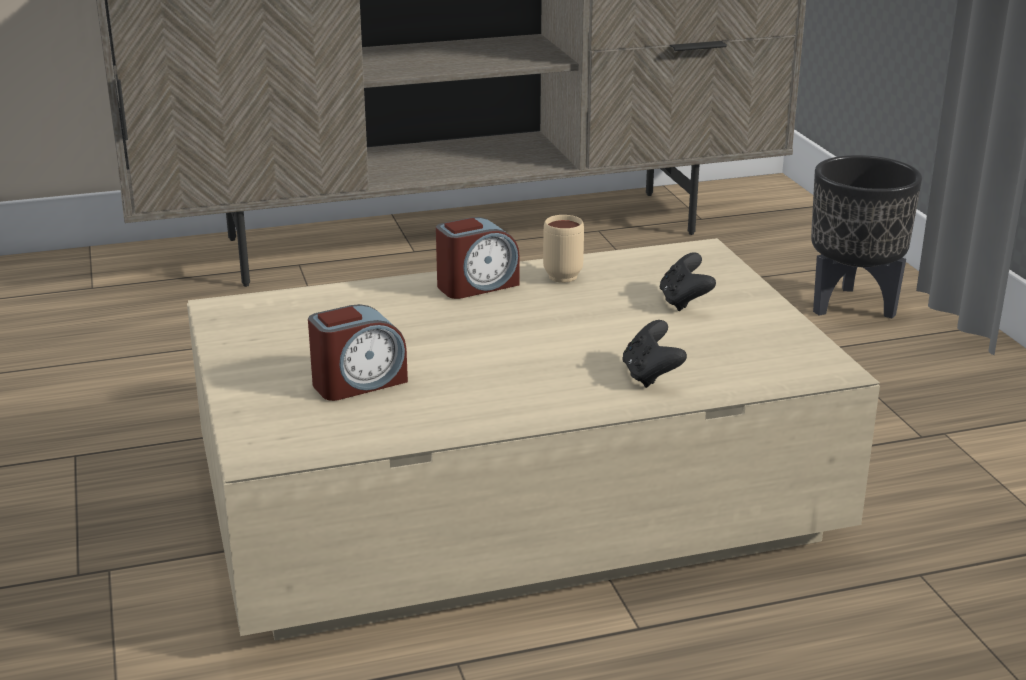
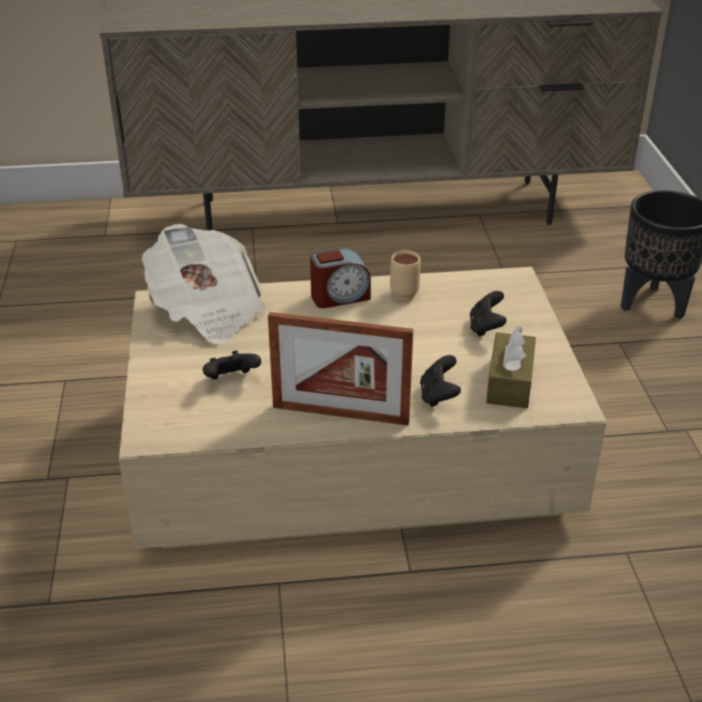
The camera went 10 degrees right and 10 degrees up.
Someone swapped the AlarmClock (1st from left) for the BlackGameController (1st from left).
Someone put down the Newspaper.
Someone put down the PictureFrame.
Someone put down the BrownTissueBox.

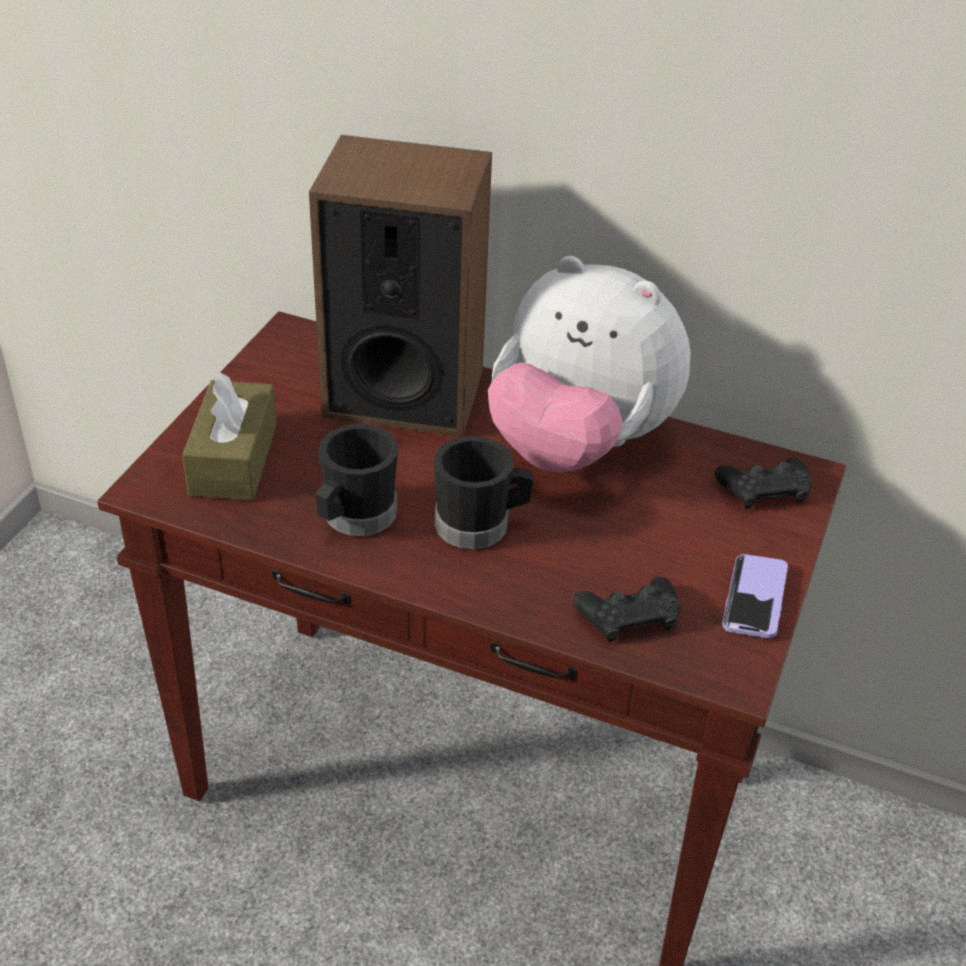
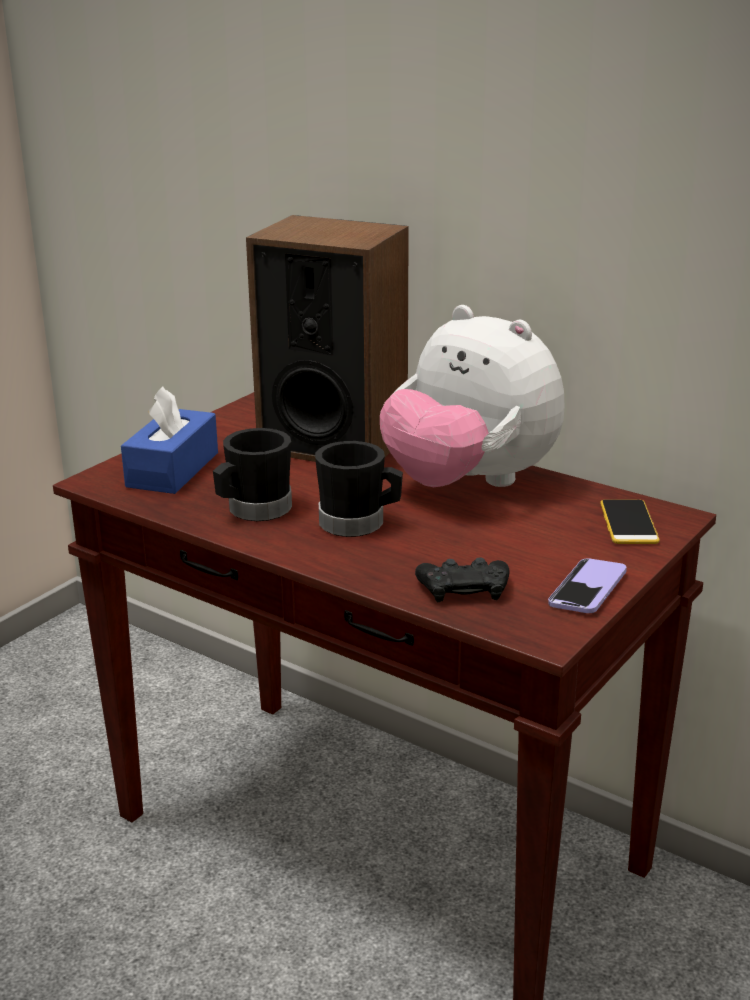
The camera went 15 degrees right and 15 degrees down.
Someone repainted the BrownTissueBox, which became the BlueTissueBox.
Someone swapped the BlackGameController (2nd from left) for the Phone (2nd from left).

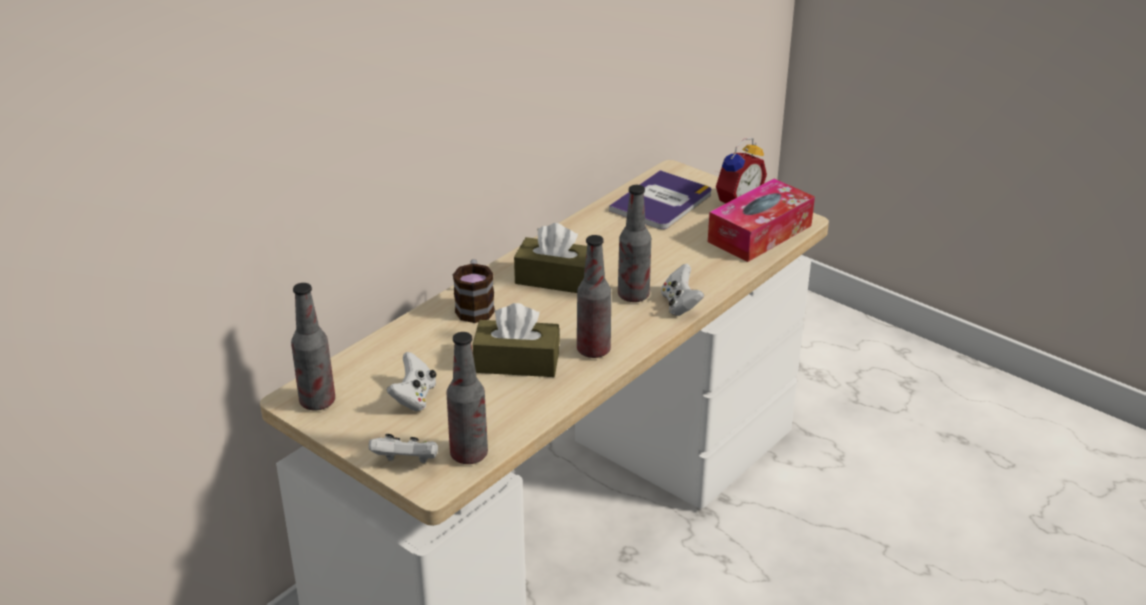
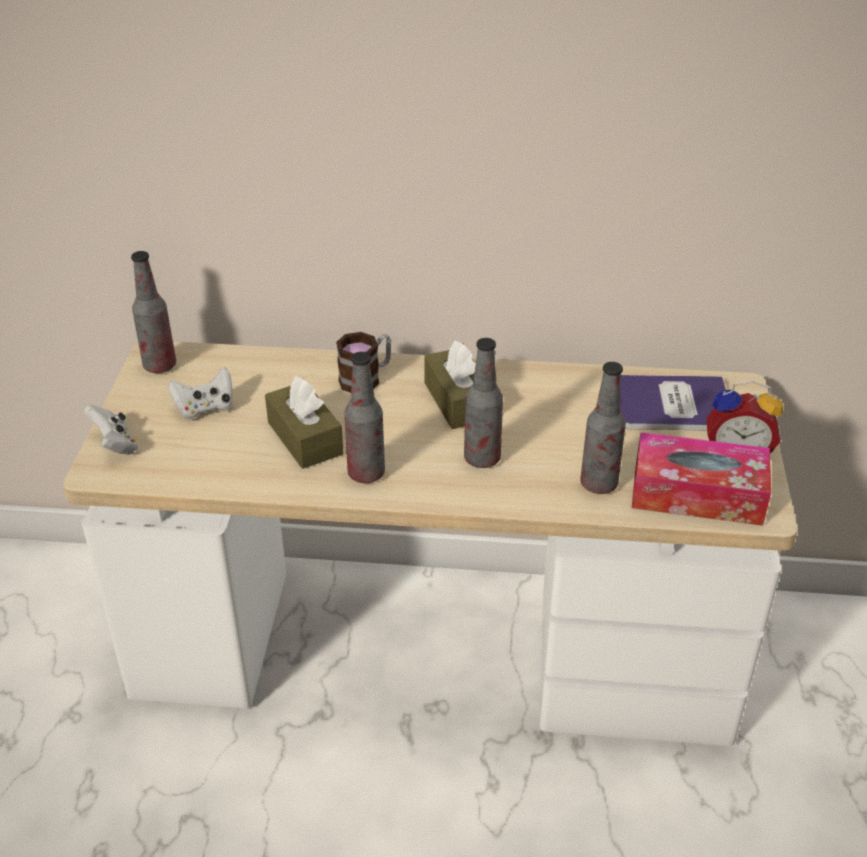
The camera went 55 degrees right and 5 degrees up.
Someone took away the WhiteGameController (3rd from left).
Someone carried the Bottle (2nd from left in the first image).

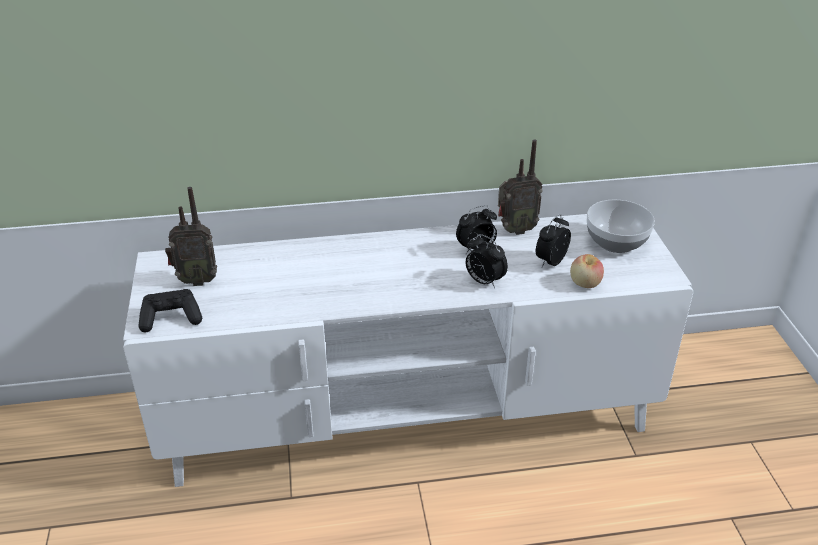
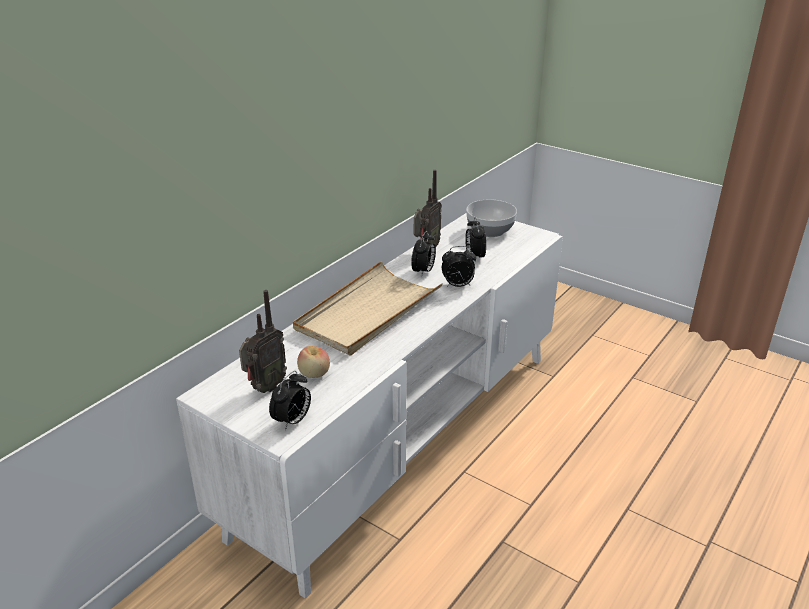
The camera went 45 degrees left and 5 degrees down.
Someone carried the Apple.
Someone swapped the BlackGameController for the AlarmClock (1st from left).
Someone put down the BeigeTray.

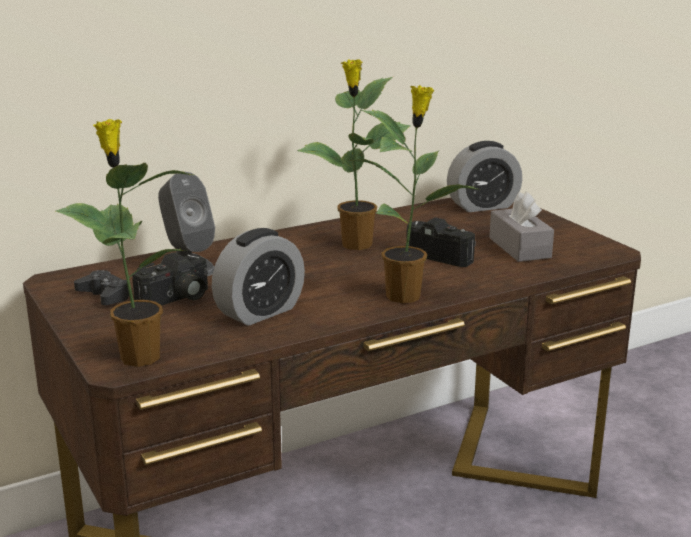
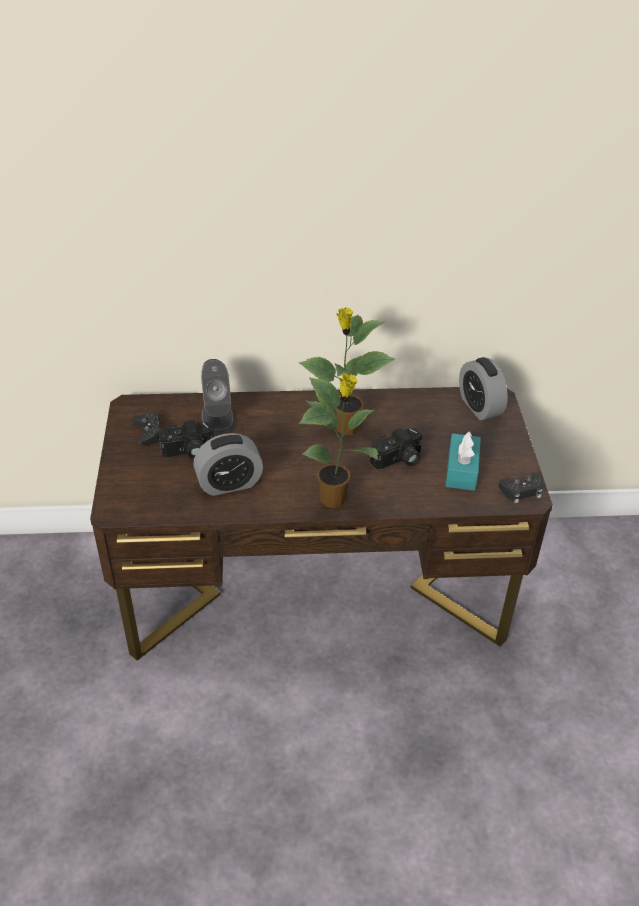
The camera went 25 degrees right and 20 degrees up.
Someone took away the PottedPlant (1st from left).
Someone rotated the AlarmClock (2nd from left) by 60 degrees clockwise.
Someone repainted the GreyTissueBox, which became the TurquoiseTissueBox.
Someone rotated the PhotoCamera (2nd from left) by 90 degrees clockwise.
Someone put down the BlackGameController (2nd from left).

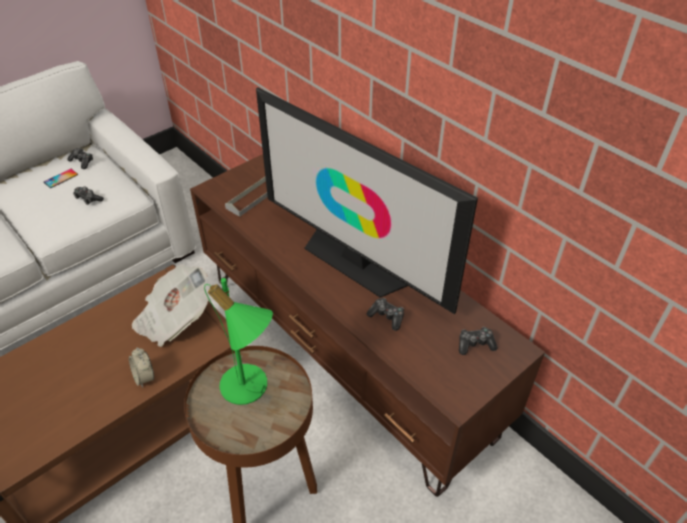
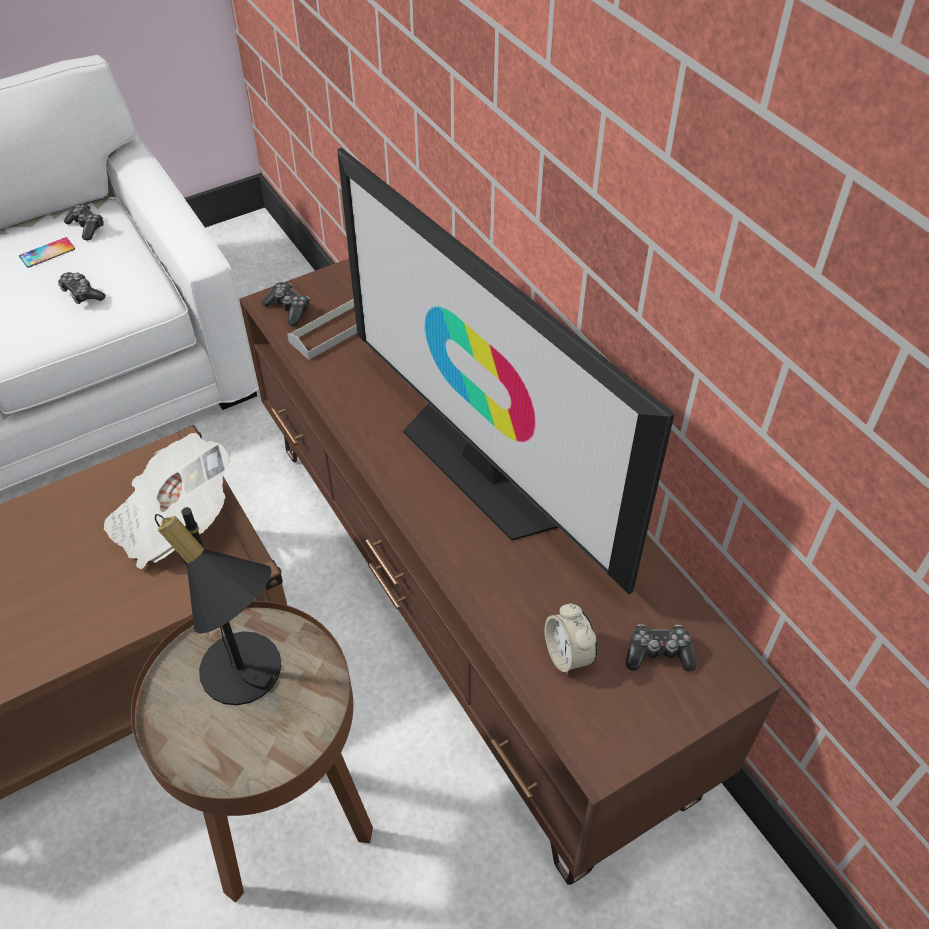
The camera went 10 degrees right and 5 degrees up.
Someone repainted the GreenTableLamp, which became the BlackTableLamp.
Someone carried the GameController (3rd from left).
Someone carried the AlarmClock.

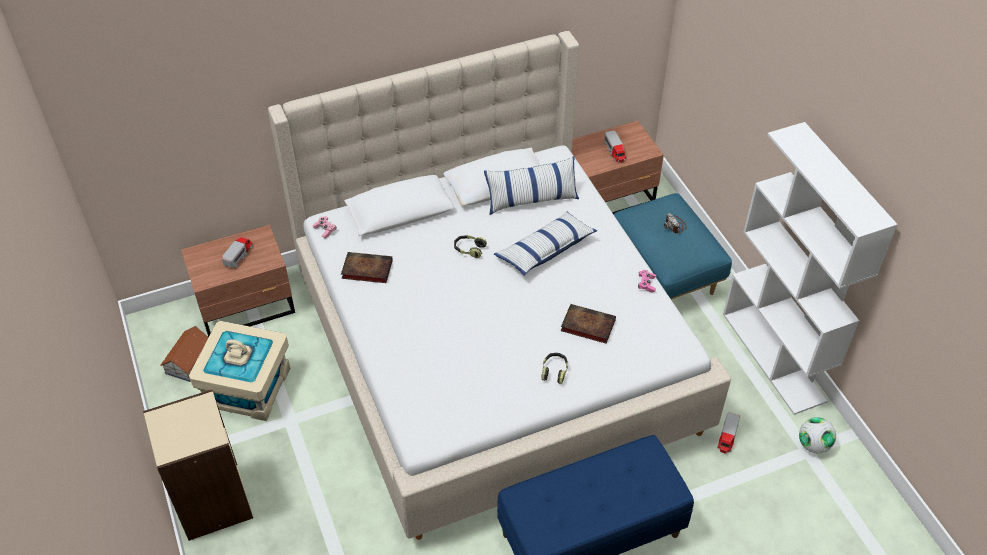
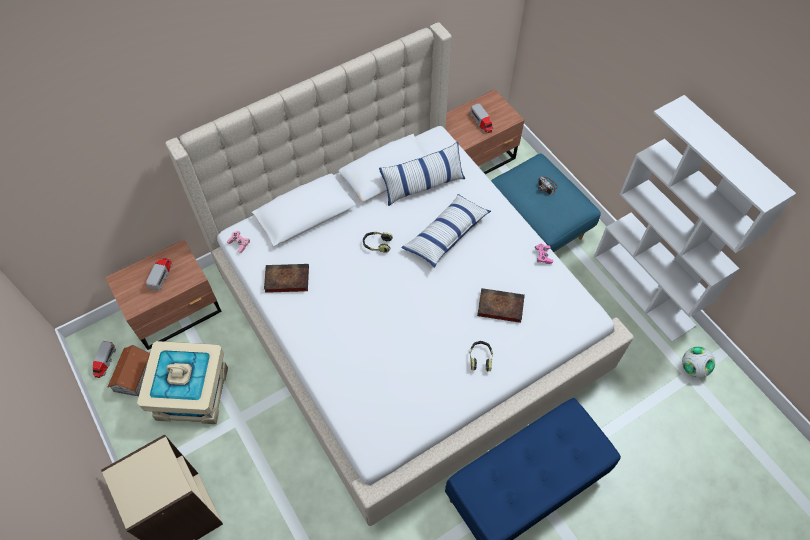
The camera went 10 degrees left and 10 degrees up.
Someone carried the ToyTruck (3rd from left in the first image).

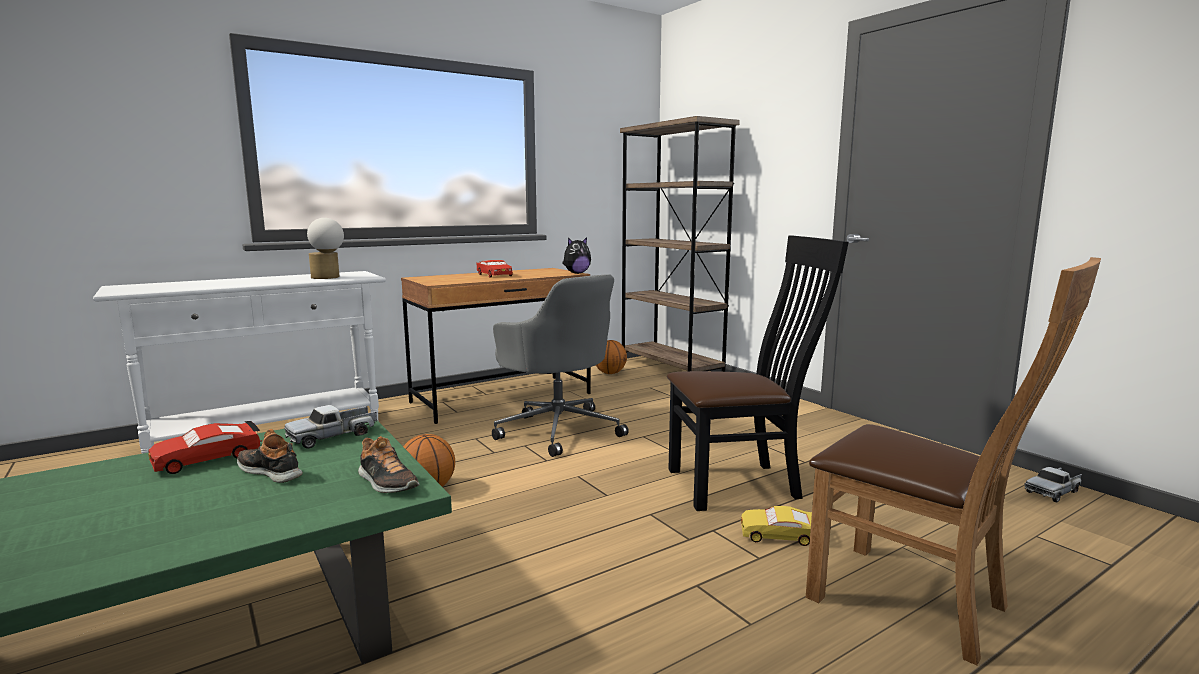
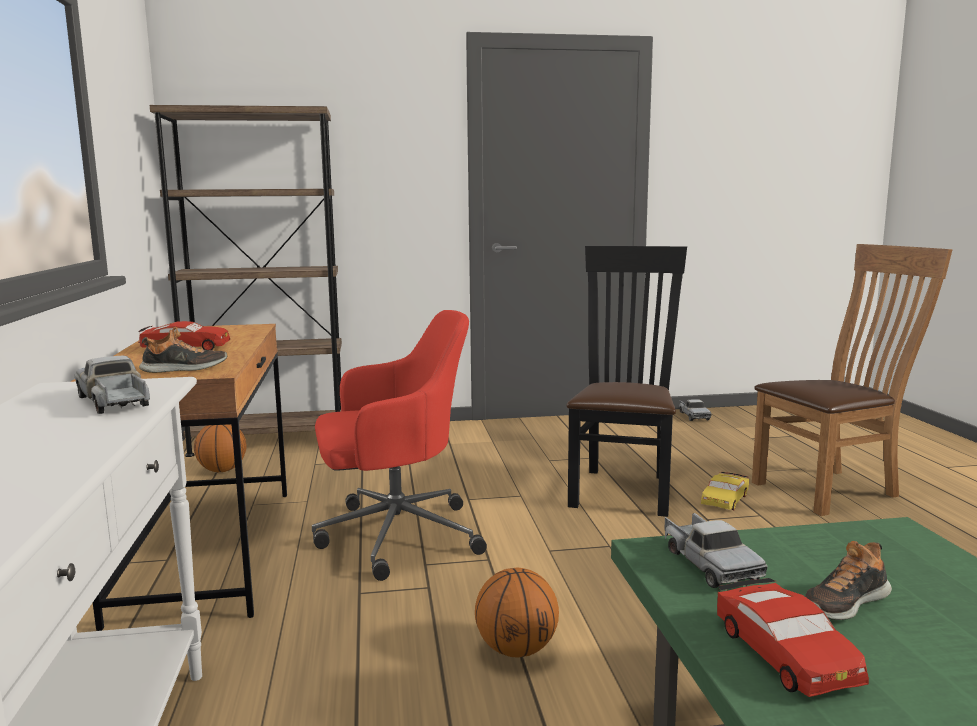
The camera went 65 degrees left and 0 degrees up.
Someone swapped the TableLamp for the ToyTruck (1st from left).
Someone took away the PlushToy.
Someone repainted the GreyOfficeChair, which became the RedOfficeChair.
Someone carried the Shoe (2nd from left in the first image).

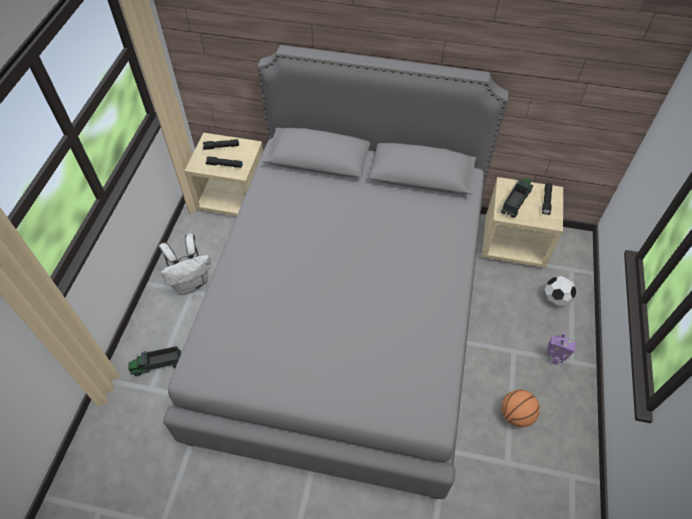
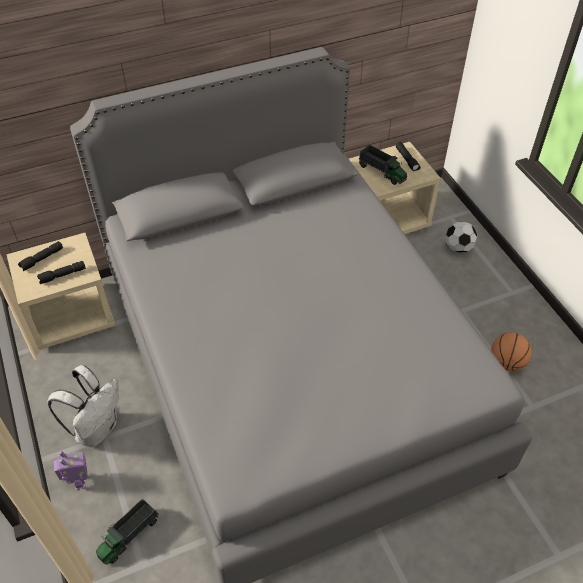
The camera went 35 degrees left and 5 degrees down.
Someone rotated the ToyTruck (2nd from left) by 135 degrees clockwise.
Someone carried the ToyRobot.

